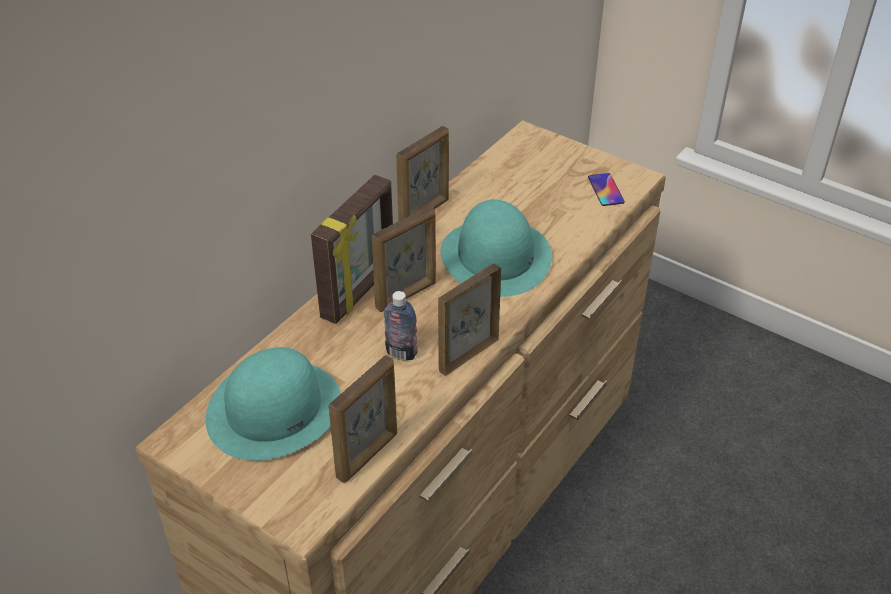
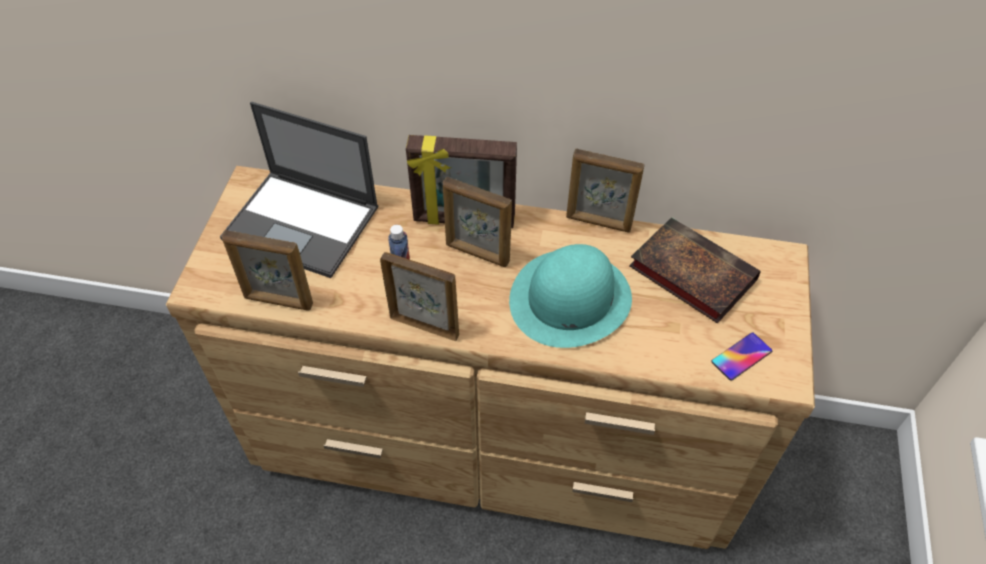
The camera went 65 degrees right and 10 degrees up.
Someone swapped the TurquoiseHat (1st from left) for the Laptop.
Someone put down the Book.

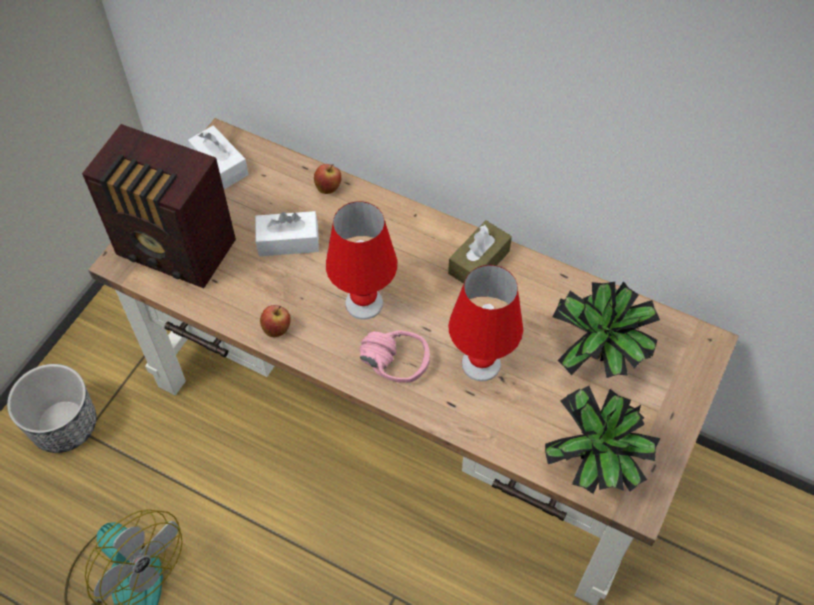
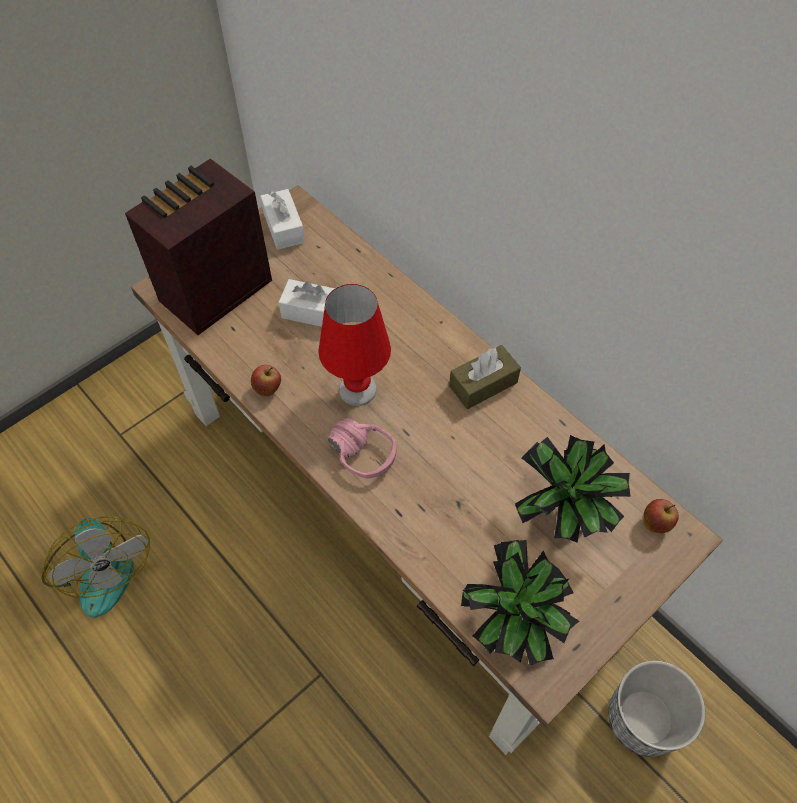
The camera went 20 degrees right and 0 degrees up.
Someone rotated the Radio by 90 degrees clockwise.
Someone carried the Apple (2nd from left).
Someone took away the RedTableLamp (2nd from left).
Someone carried the Planter.

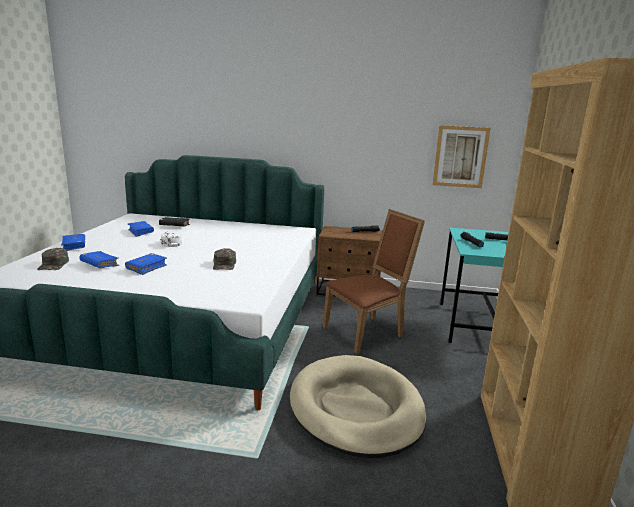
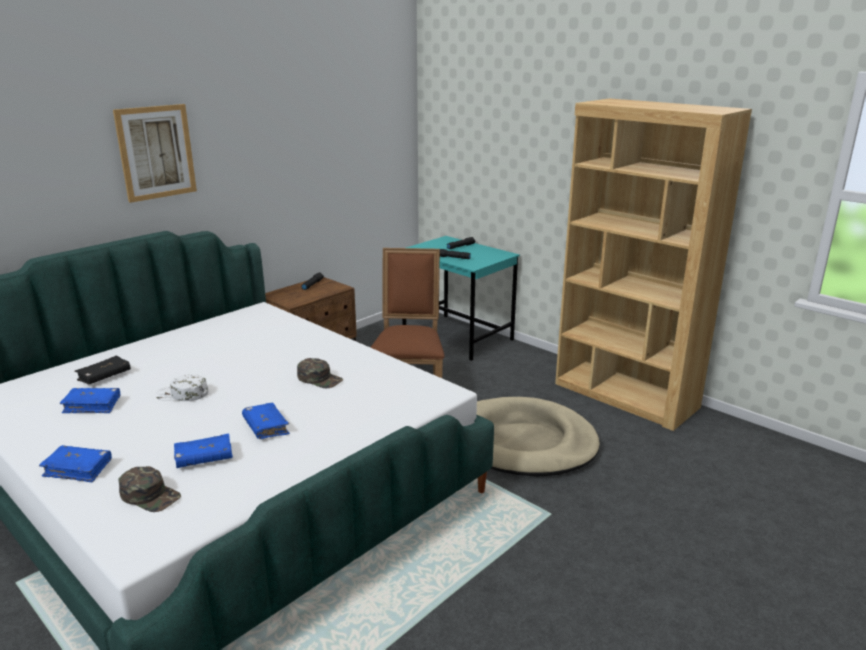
The camera went 55 degrees left and 5 degrees up.
Someone carried the Picture.

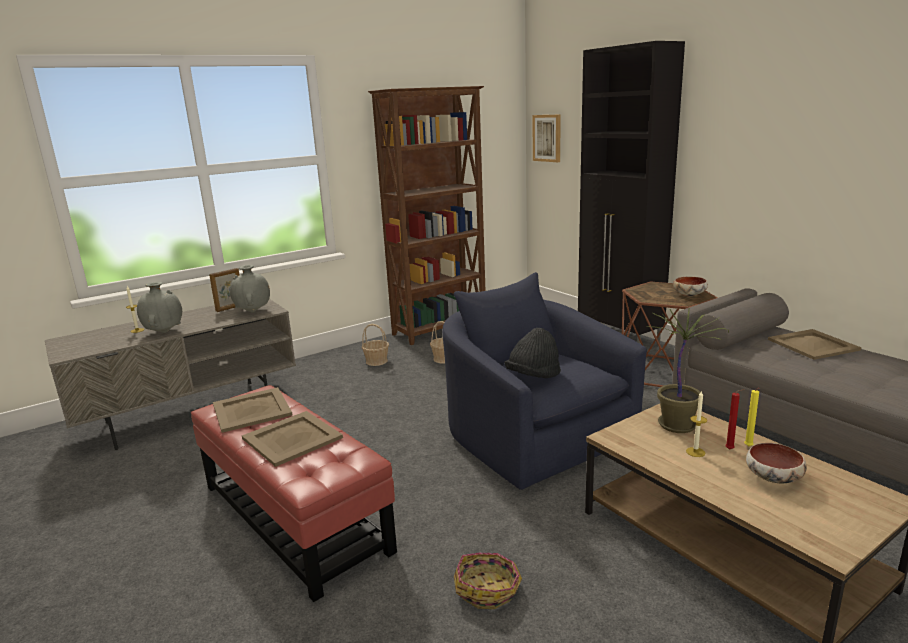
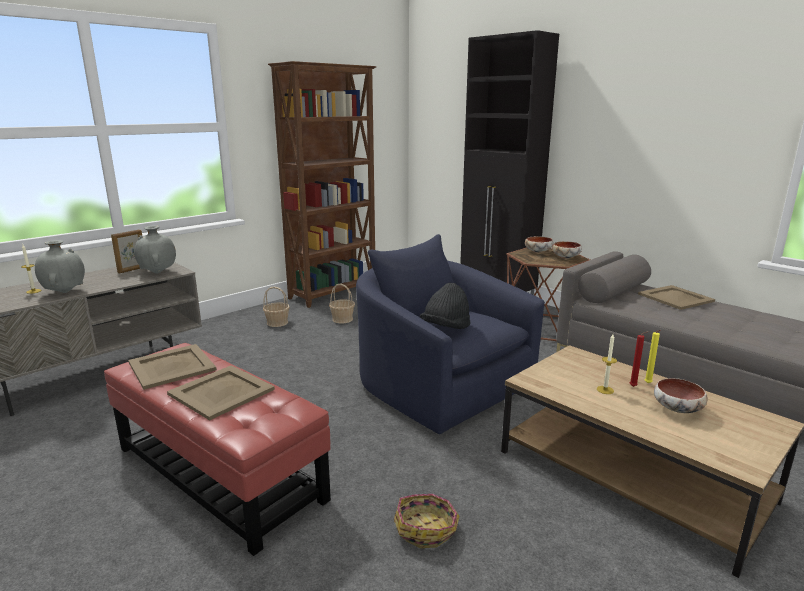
The camera went 10 degrees left and 0 degrees up.
Someone took away the Picture.
Someone took away the PottedPlant.
Someone put down the Bowl (1st from left).

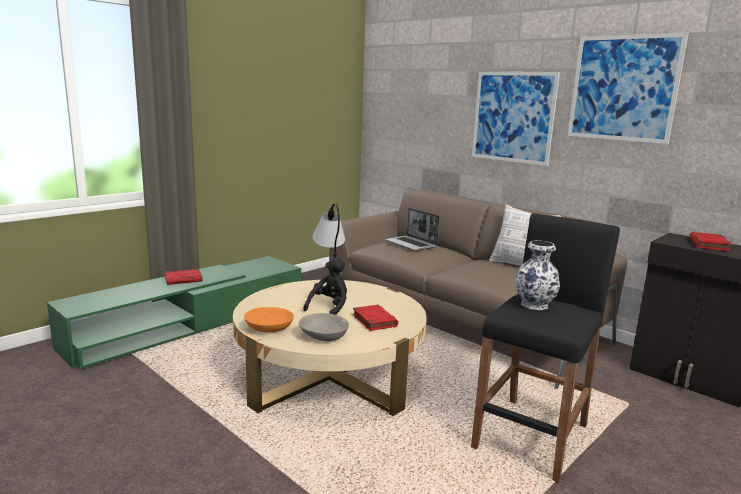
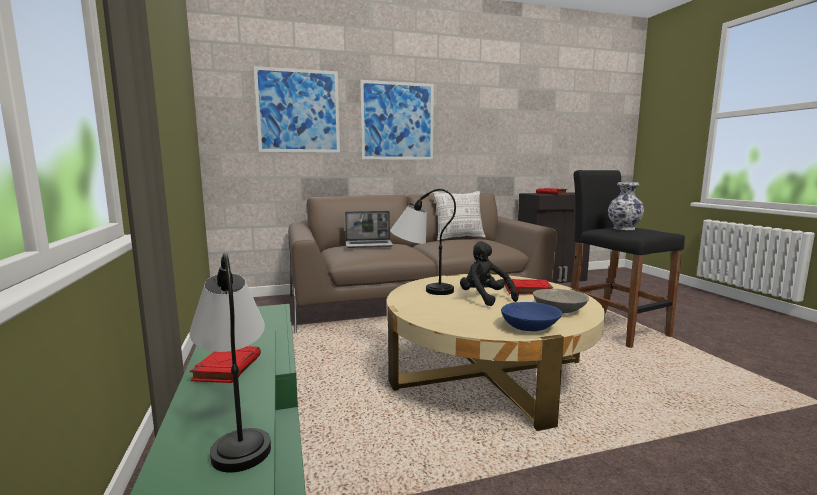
The camera went 60 degrees left and 5 degrees down.
Someone carried the Picture (2nd from left in the first image).
Someone repainted the OrangeBowl, which became the BlueBowl.
Someone put down the TableLamp (1st from left).

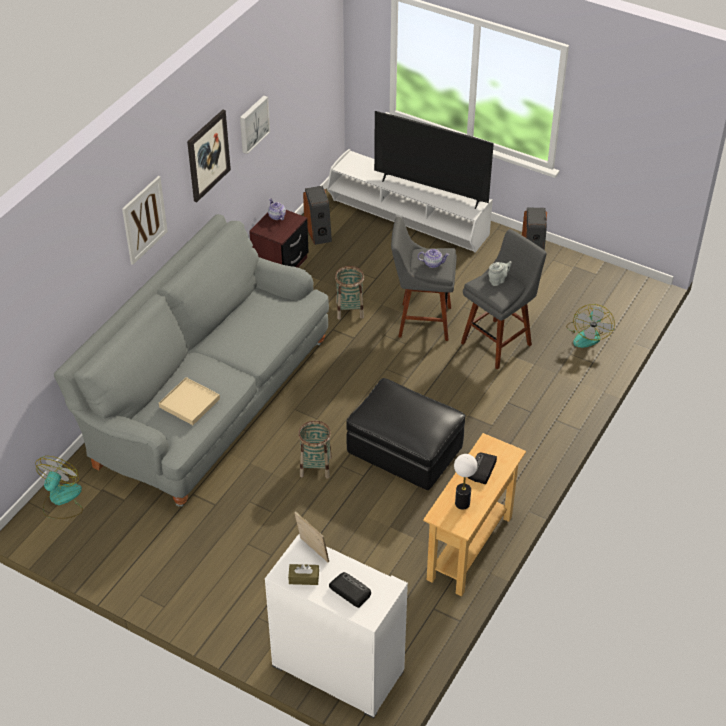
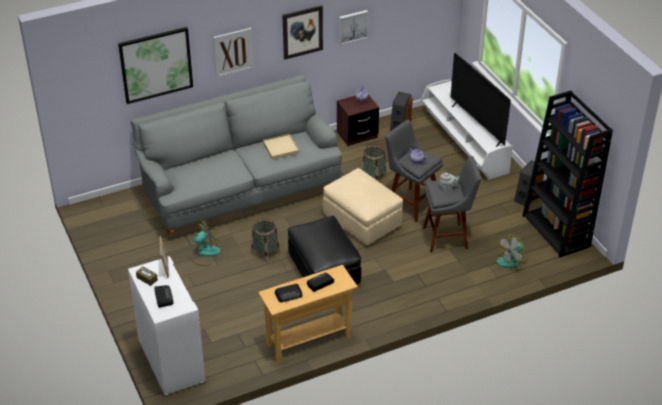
The camera went 35 degrees right and 5 degrees down.
Someone carried the BeigeTray.
Someone swapped the TableLamp for the Radio (2nd from left).
Someone carried the Fan (1st from left).
Someone put up the Picture (1st from left).
Someone put down the BlackBookcase.
Someone put down the BeigeOttoman.

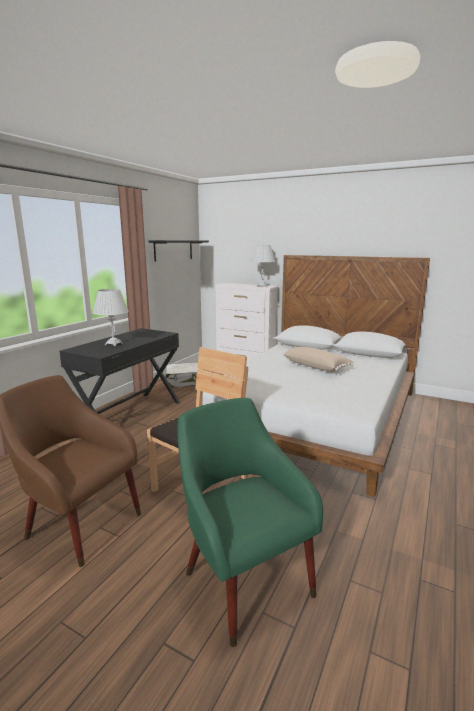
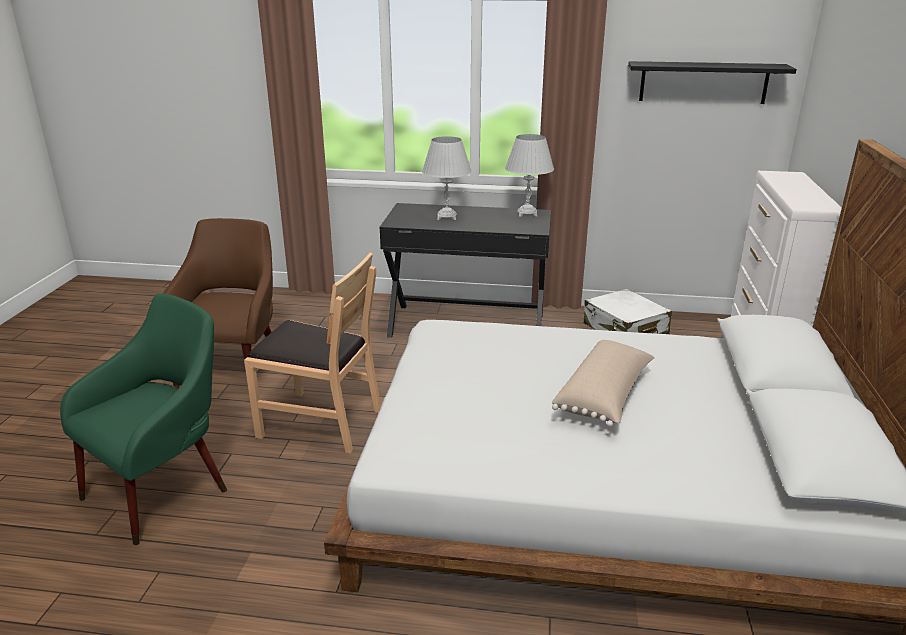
The camera went 70 degrees right and 10 degrees up.
Someone carried the WhiteTableLamp (2nd from left).

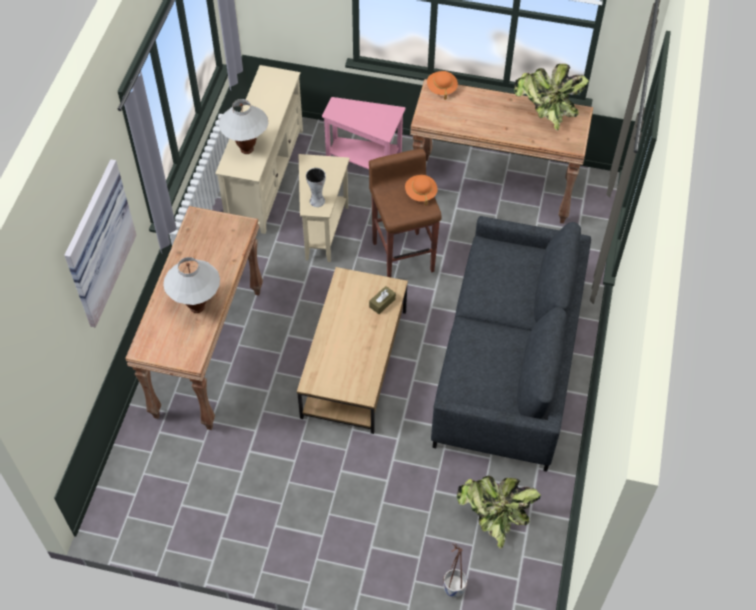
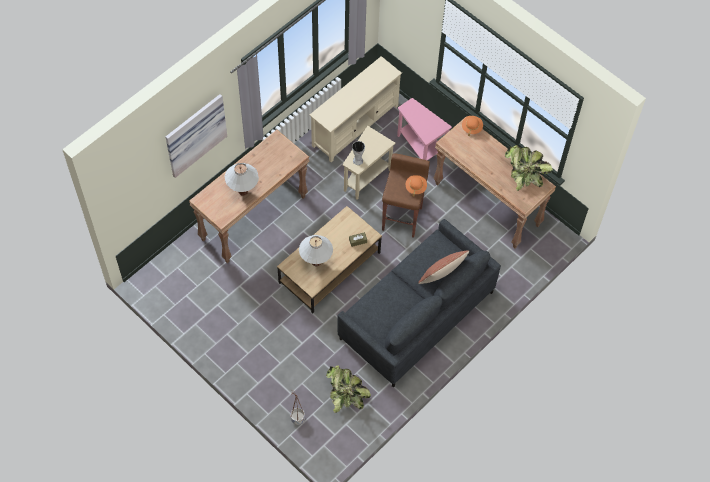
The camera went 30 degrees right and 5 degrees up.
Someone carried the WhiteTableLamp (2nd from left).
Someone put down the Pillow.

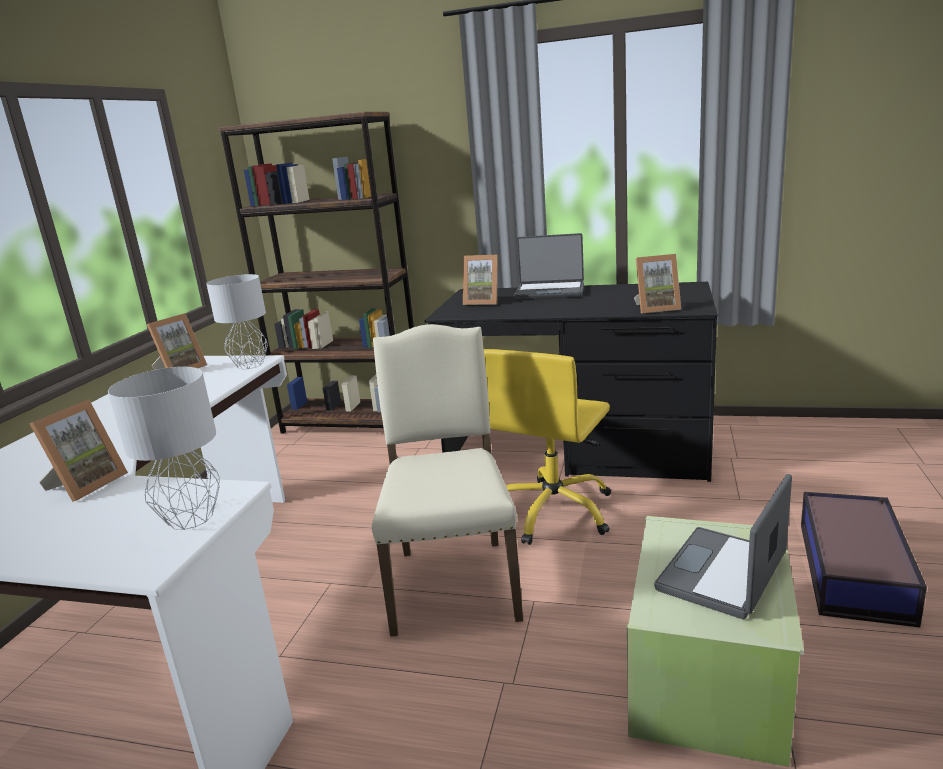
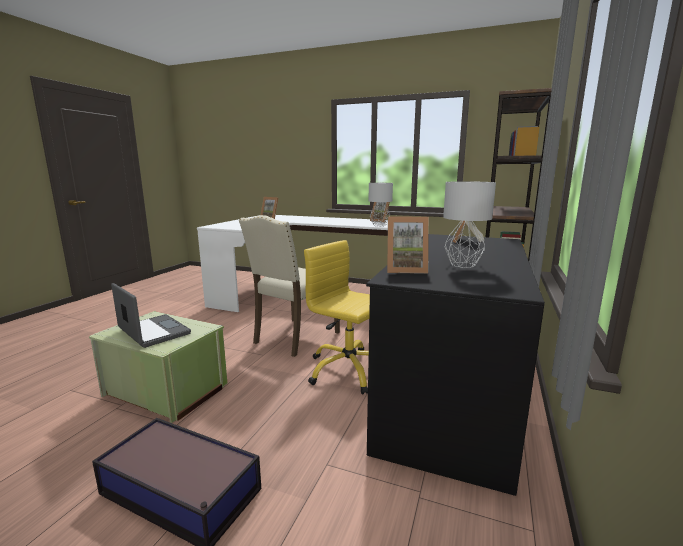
The camera went 95 degrees right and 5 degrees down.
Someone took away the Laptop (1st from left).
Someone rotated the PictureFrame (4th from left in the first image) by 90 degrees counterclockwise.
Someone rotated the BeigeChair by 120 degrees clockwise.
Someone carried the GreyTableLamp (1st from left in the first image).

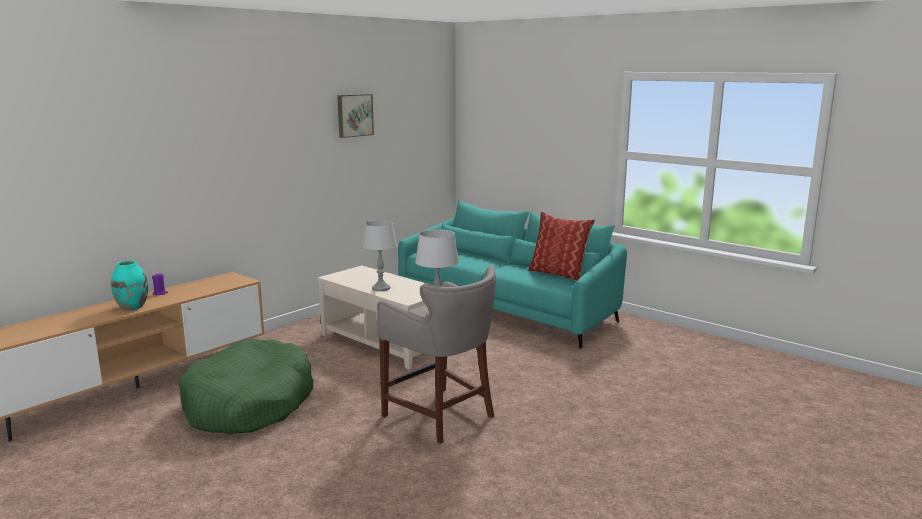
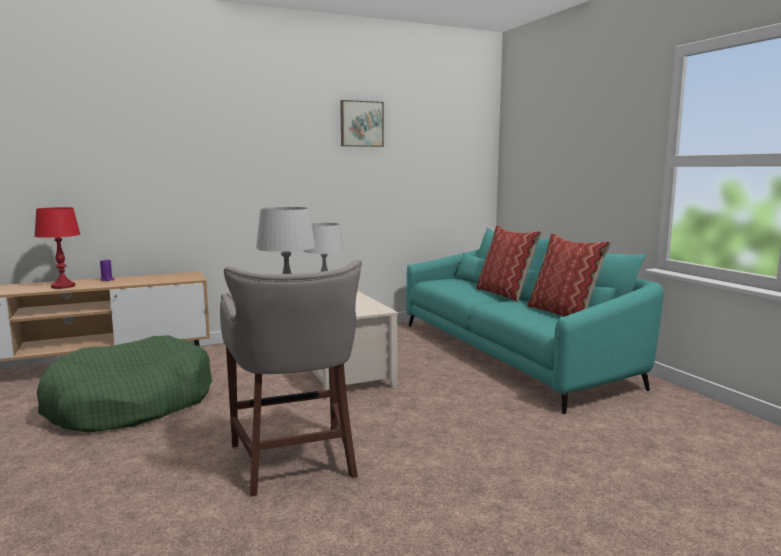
The camera went 25 degrees right and 5 degrees down.
Someone swapped the TurquoiseVase for the RedTableLamp.
Someone put down the Pillow (1st from left).

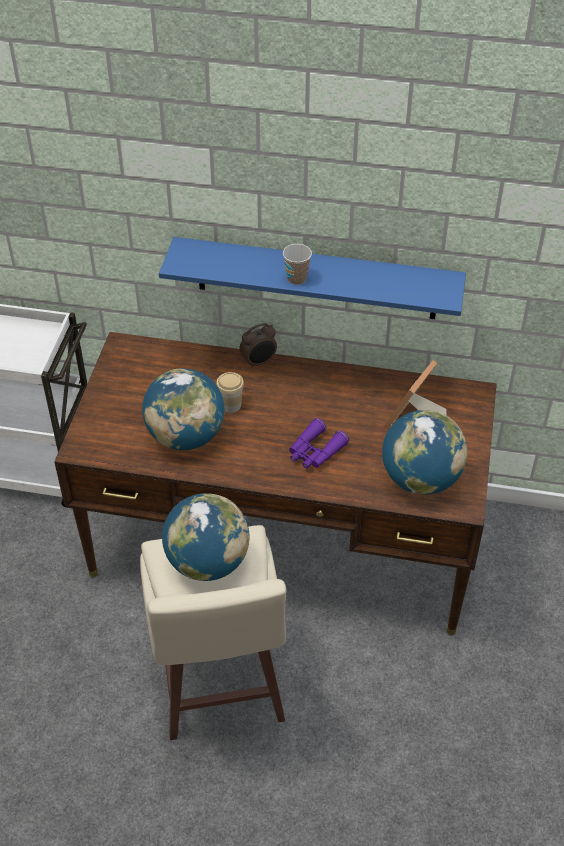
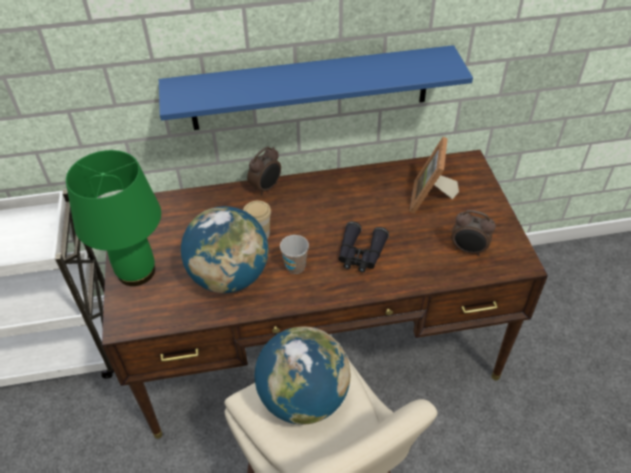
The camera went 20 degrees left and 0 degrees up.
Someone carried the Cup (2nd from left).
Someone swapped the Globe (3rd from left) for the AlarmClock (2nd from left).
Someone repainted the PurpleBinoculars, which became the BlackBinoculars.
Someone put down the GreenTableLamp.

